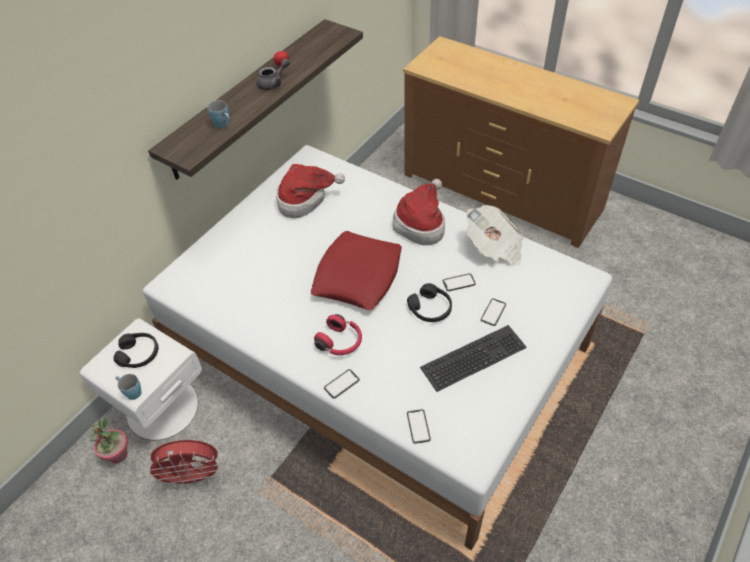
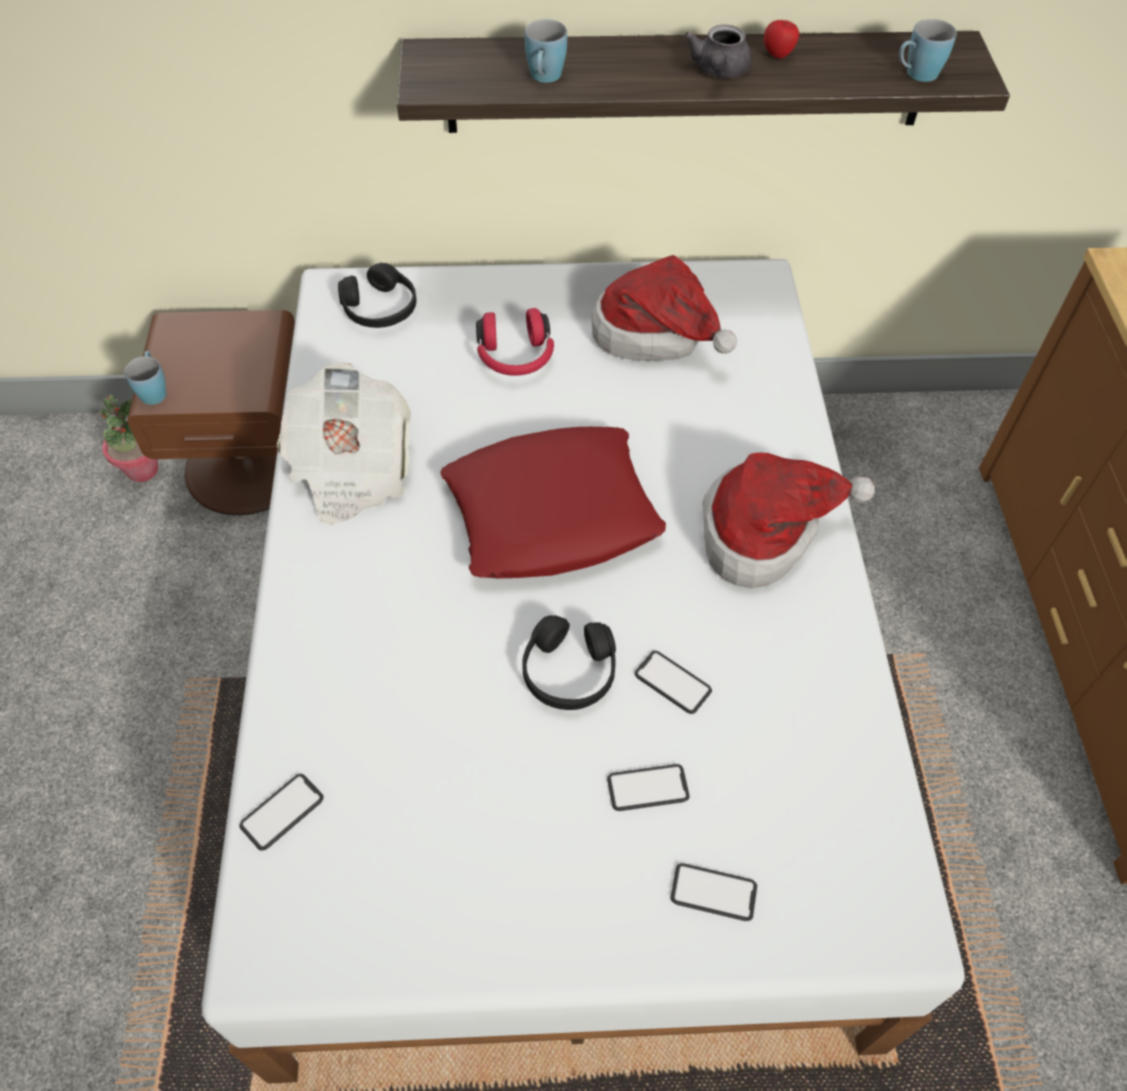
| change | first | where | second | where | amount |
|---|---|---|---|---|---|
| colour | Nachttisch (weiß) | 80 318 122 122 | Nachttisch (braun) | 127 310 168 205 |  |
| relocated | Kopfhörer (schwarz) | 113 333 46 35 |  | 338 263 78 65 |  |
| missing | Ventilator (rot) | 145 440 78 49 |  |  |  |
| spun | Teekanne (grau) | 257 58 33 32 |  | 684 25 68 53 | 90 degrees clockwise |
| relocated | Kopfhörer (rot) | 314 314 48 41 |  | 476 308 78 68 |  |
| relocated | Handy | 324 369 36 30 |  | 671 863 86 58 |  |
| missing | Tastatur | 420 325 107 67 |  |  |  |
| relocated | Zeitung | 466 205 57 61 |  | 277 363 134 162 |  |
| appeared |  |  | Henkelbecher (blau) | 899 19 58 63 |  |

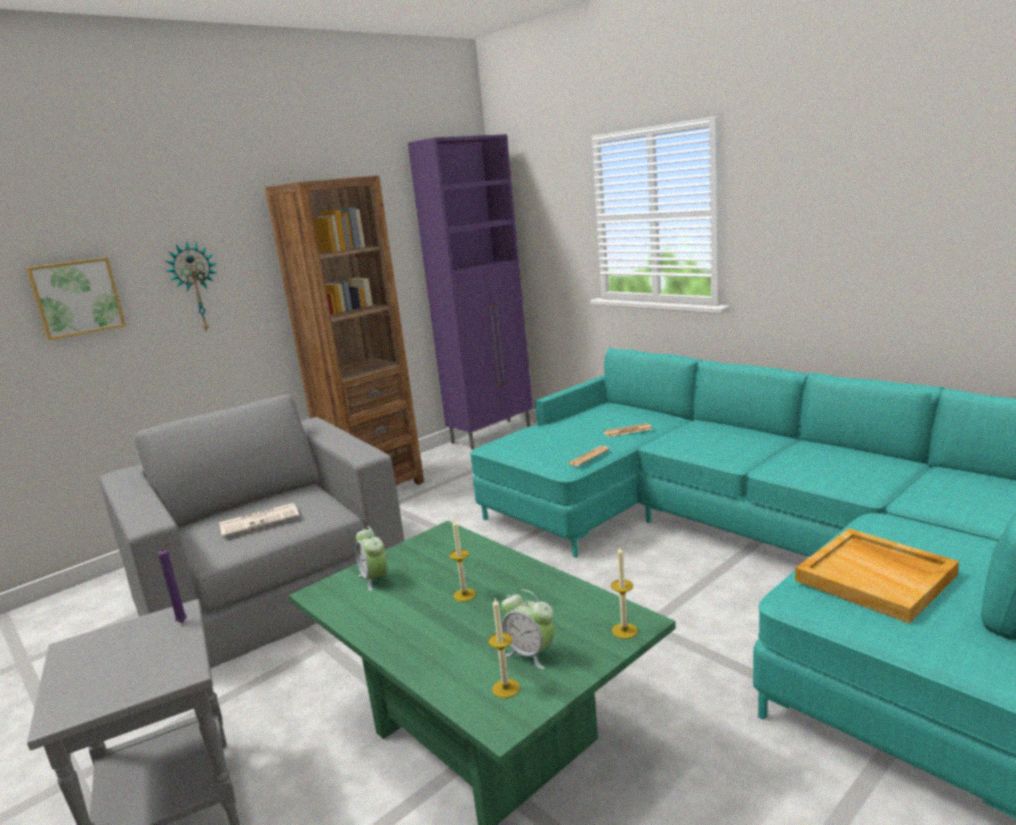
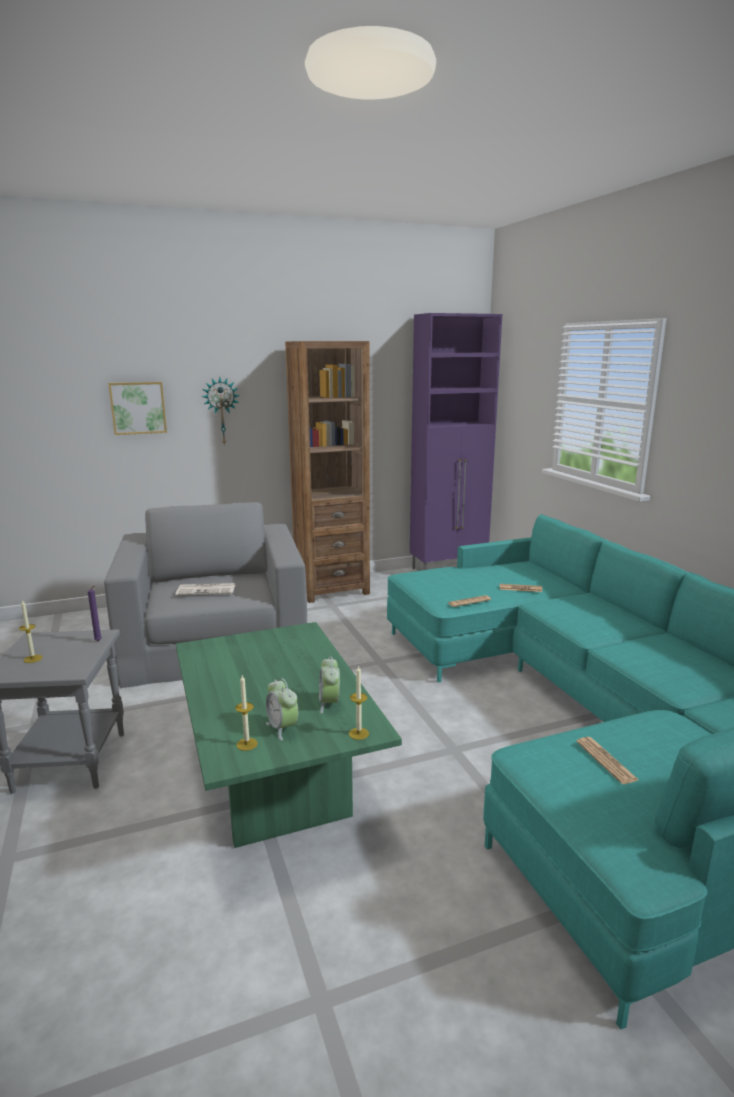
| change | first | where | second | where | amount |
|---|---|---|---|---|---|
| relocated | Wecker | 356 526 31 65 |  | 319 657 21 57 |  |
| relocated | Kerze | 449 519 27 83 |  | 19 600 23 63 |  |
| exchanged | Tablett (beige) | 795 528 164 96 | Zeitung | 576 737 63 47 |  |

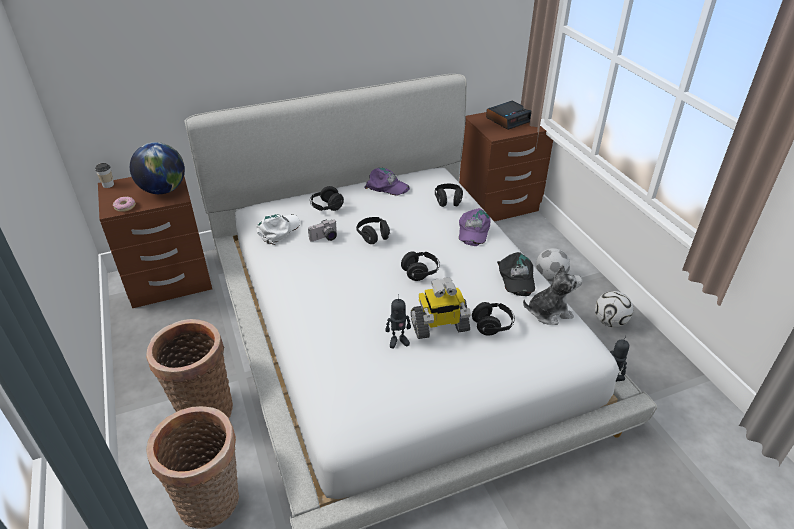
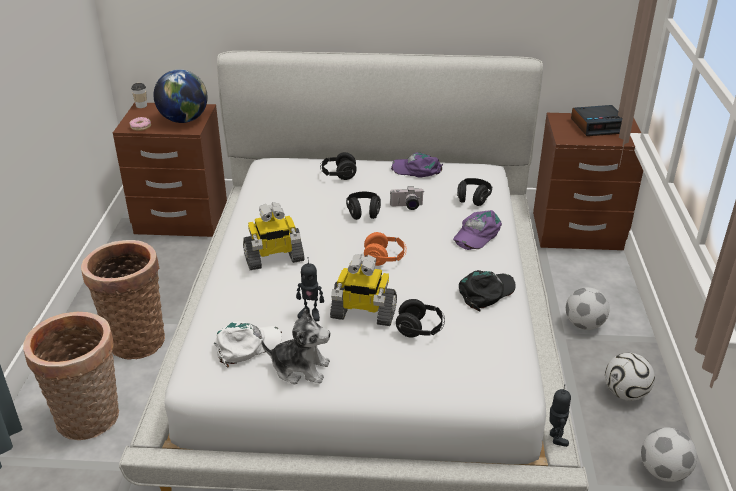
| change | first | where | second | where | amount |
|---|---|---|---|---|---|
| relocated | Kappe (weiß) | 256 214 44 31 |  | 214 321 68 47 |  |
| relocated | Kamera | 308 220 29 22 |  | 390 186 34 24 |  |
| spun | Kappe (lila) | 364 168 46 27 |  | 391 152 52 25 | 150 degrees clockwise |
| colour | Kopfhörer (schwarz) | 401 252 39 29 | Kopfhörer (orange) | 364 232 42 34 |  |
| spun | Kappe (schwarz) | 497 252 38 44 |  | 459 270 57 42 | 150 degrees counterclockwise |
| relocated | Plüschtier | 523 264 59 61 |  | 261 309 69 75 |  |
| appeared |  |  | Spielzeugroboter | 243 202 62 68 |  |
| appeared |  |  | Fußball | 641 427 56 55 |  |

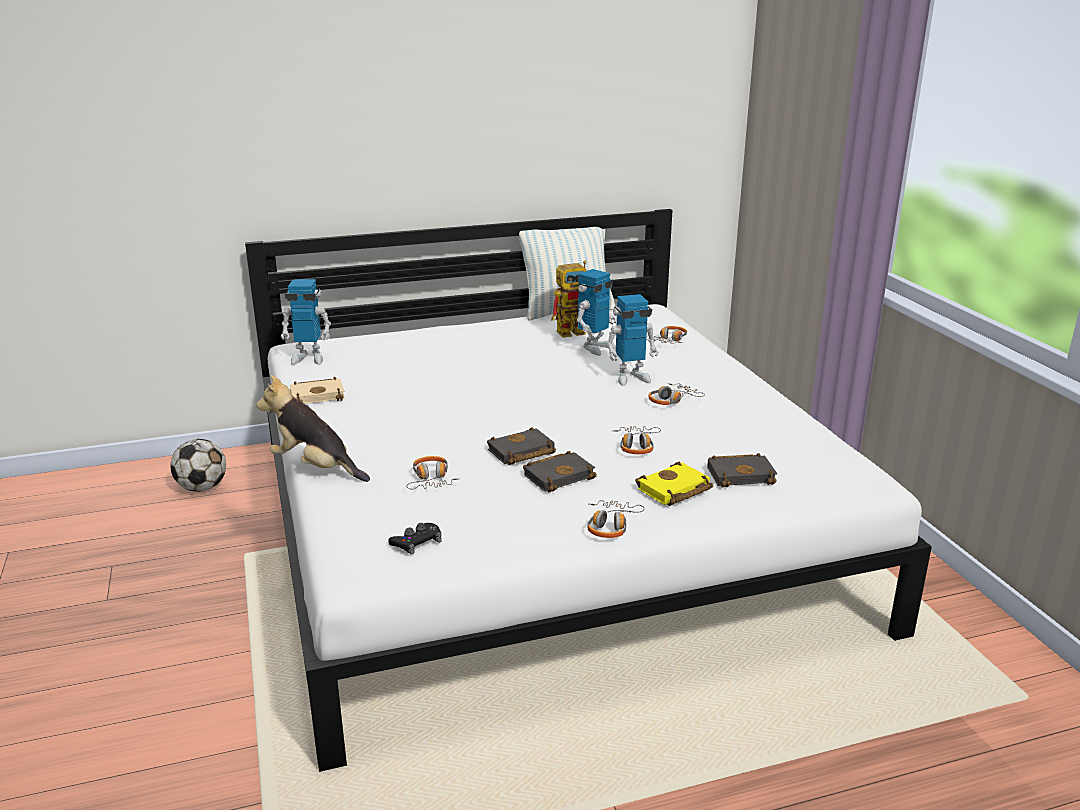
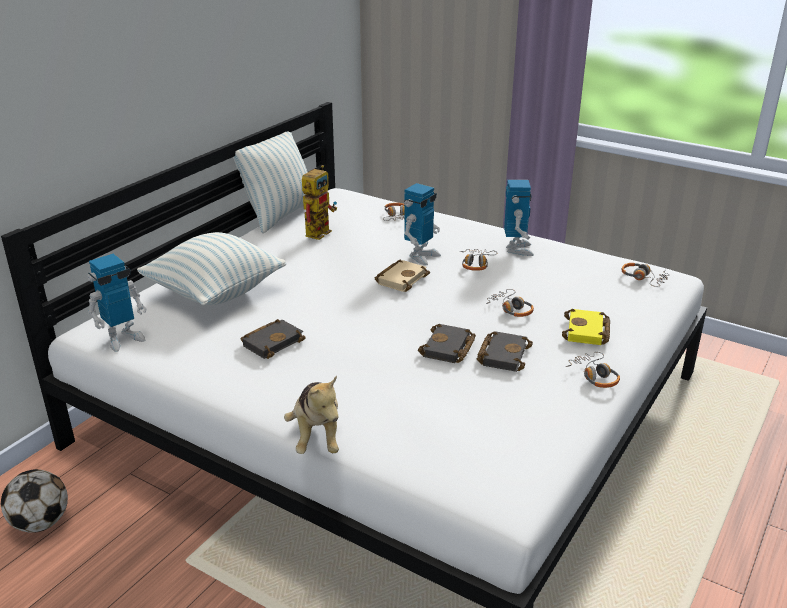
| change | first | where | second | where | amount |
|---|---|---|---|---|---|
| spun | Plüschtier | 256 375 114 107 |  | 284 375 55 79 | 90 degrees counterclockwise |
| relocated | Buch (beige) | 290 377 55 27 |  | 375 260 55 32 |  |
| missing | Gamepad (schwarz) | 388 523 54 32 |  |  |  |
| relocated | Kopfhörer | 406 456 54 34 |  | 622 263 47 24 |  |
| relocated | Spielzeugroboter | 577 269 40 87 |  | 504 180 30 76 |  |
| relocated | Buch (schwarz) | 707 453 70 35 |  | 241 319 65 40 |  |
| appeared |  |  | Kissen | 137 232 149 73 |  |

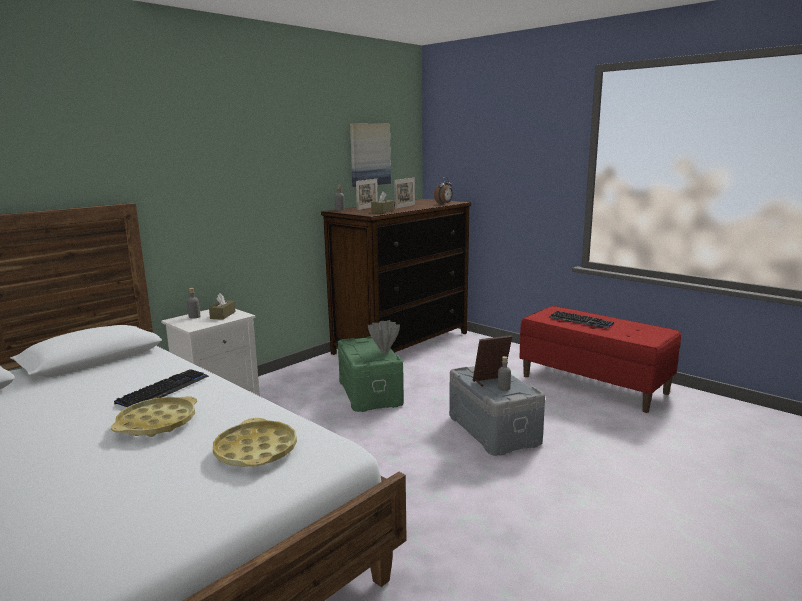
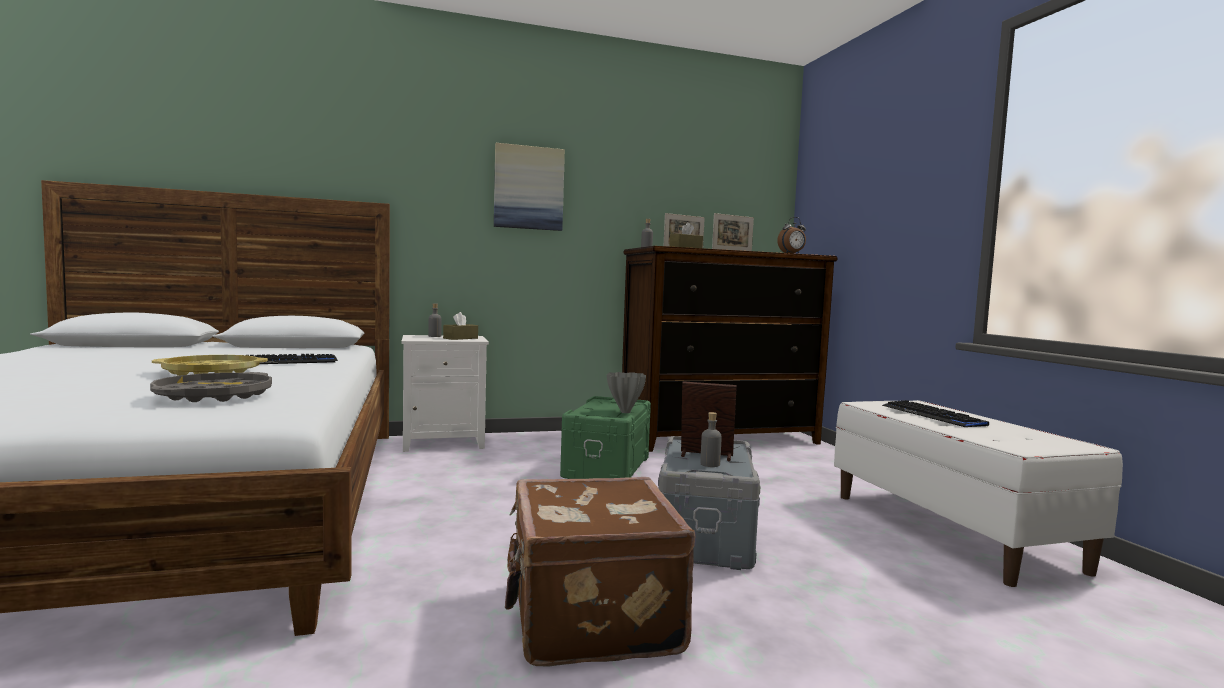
| change | first | where | second | where | amount |
|---|---|---|---|---|---|
| colour | Tablett (gelb) | 213 418 84 49 | Tablett (grau) | 150 372 122 30 |  |
| relocated | Bild | 350 123 41 64 |  | 494 143 71 88 |  |
| colour | Bank (rot) | 519 306 162 107 | Bank (weiß) | 834 400 289 187 |  |
| appeared |  |  | Koffer (braun) | 505 477 191 189 |  |

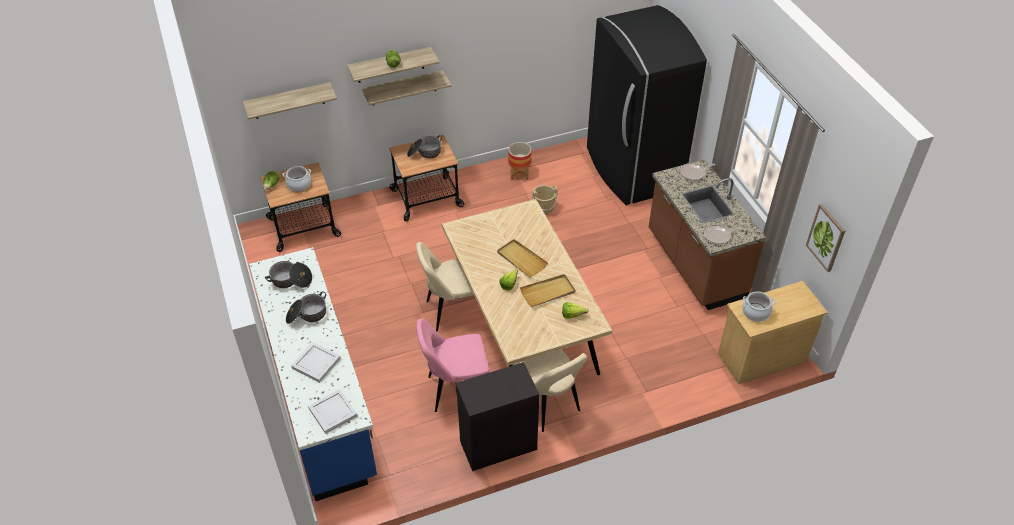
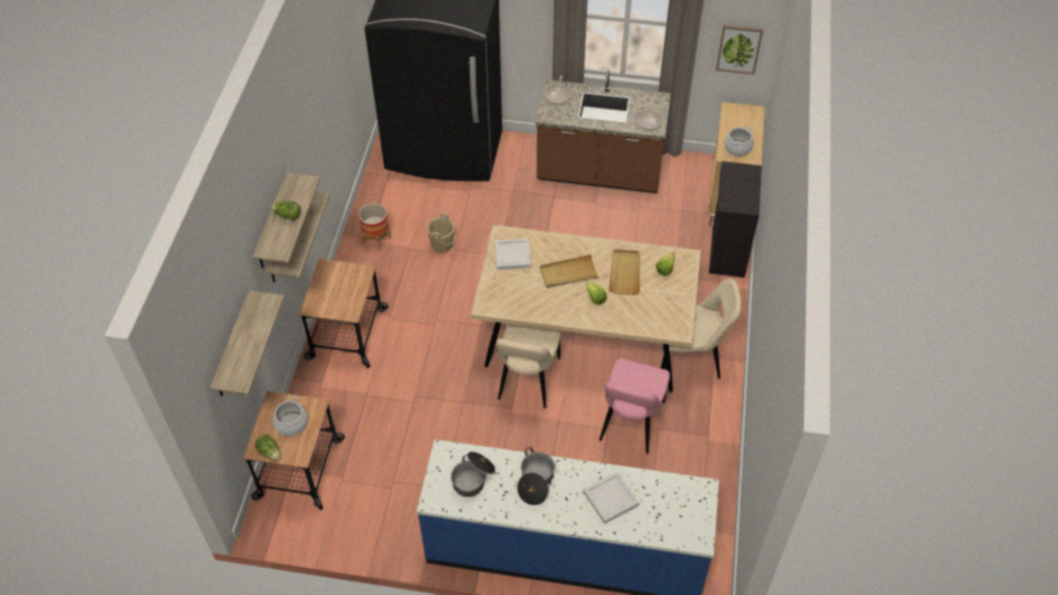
| change | first | where | second | where | amount |
|---|---|---|---|---|---|
| relocated | Tablett (weiß) | 308 389 50 45 |  | 495 238 36 32 |  |
| missing | Kochtopf | 407 135 35 23 |  |  |  |
| relocated | Schrank (schwarz) | 456 362 83 109 |  | 709 161 53 117 |  |

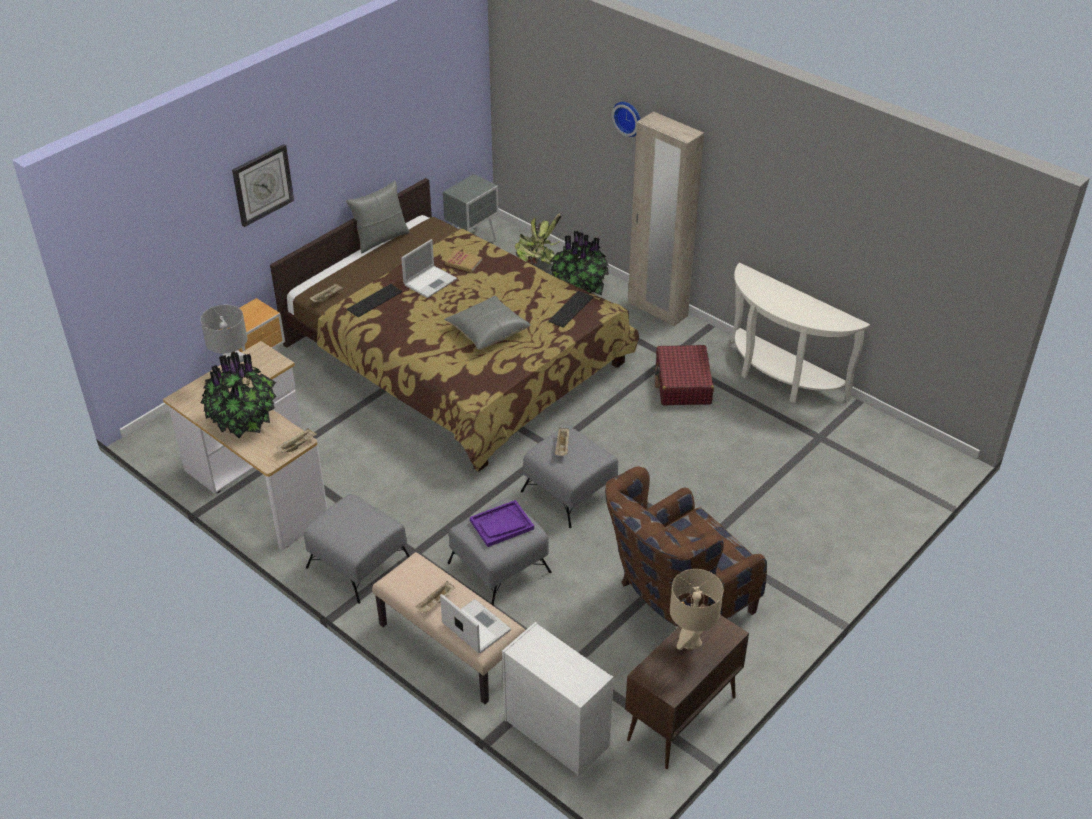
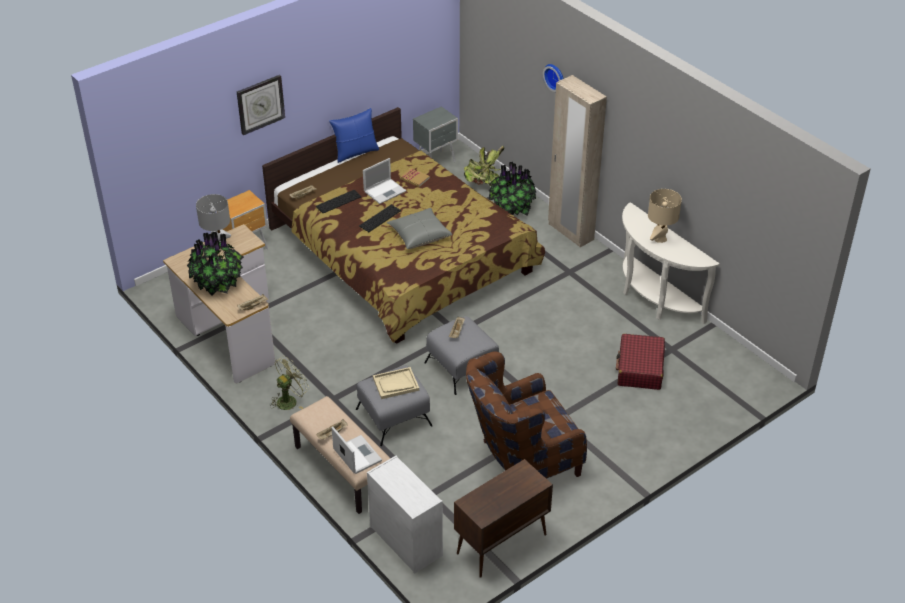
| change | first | where | second | where | amount |
|---|---|---|---|---|---|
| exchanged | Polsterhocker (grau) | 304 494 106 110 | Ventilator (grün) | 271 356 38 54 |  |
| colour | Kissen (grau) | 346 181 64 72 | Kissen (blau) | 329 108 50 55 |  |
| colour | Tablett (lila) | 470 500 64 47 | Tablett (beige) | 373 367 46 32 |  |
| relocated | Tastatur | 548 291 45 37 |  | 359 205 42 27 |  |
| relocated | Koffer (rot) | 655 345 59 60 |  | 616 334 49 56 |  |
| relocated | Tischlampe (beige) | 670 569 53 81 |  | 648 189 34 54 |  |

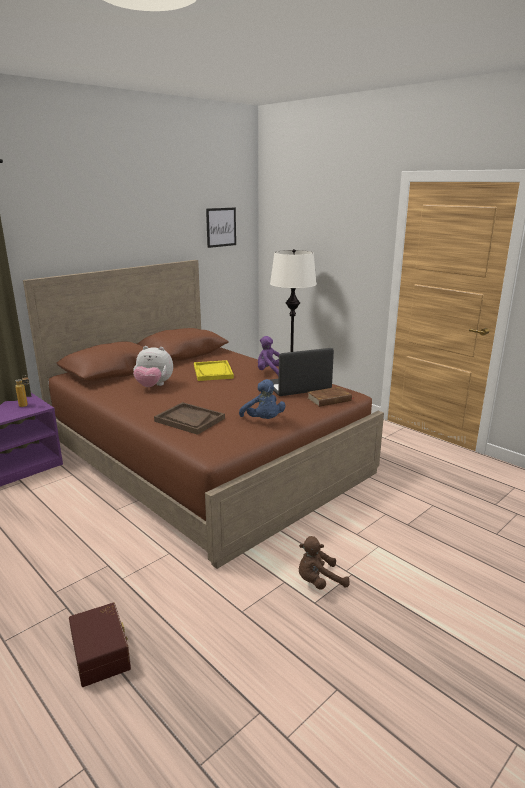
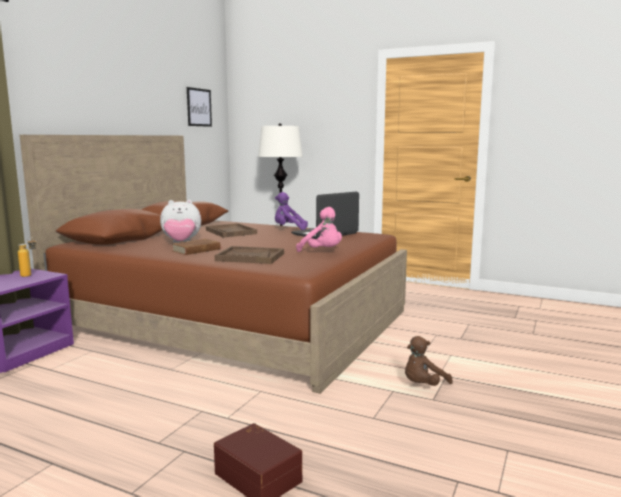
| change | first | where | second | where | amount |
|---|---|---|---|---|---|
| colour | Tablett (gelb) | 194 360 40 21 | Tablett (braun) | 206 223 51 14 |  |
| colour | Plüschtier (blau) | 239 379 47 40 | Plüschtier (rosa) | 296 207 46 45 |  |
| relocated | Buch (braun) | 307 387 45 20 |  | 173 239 49 16 |  |

